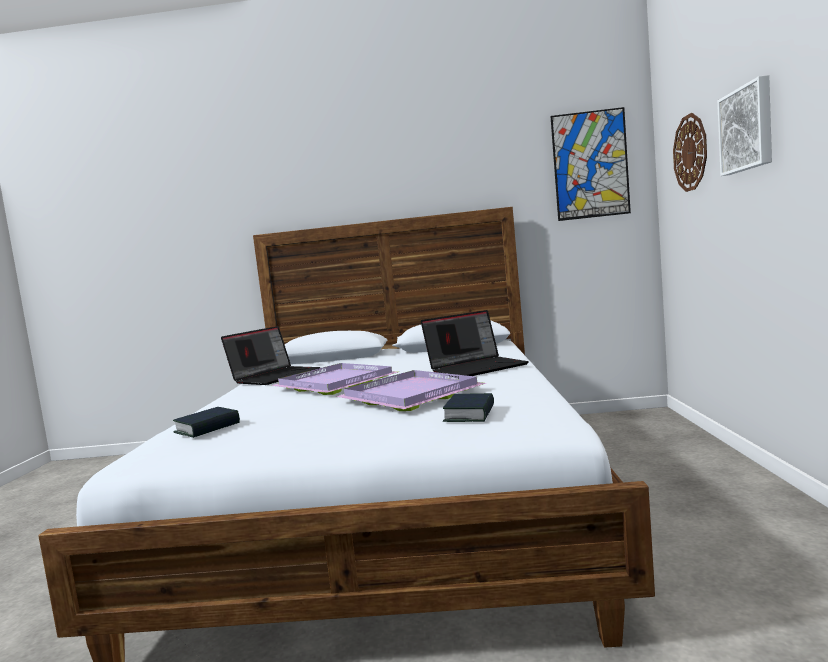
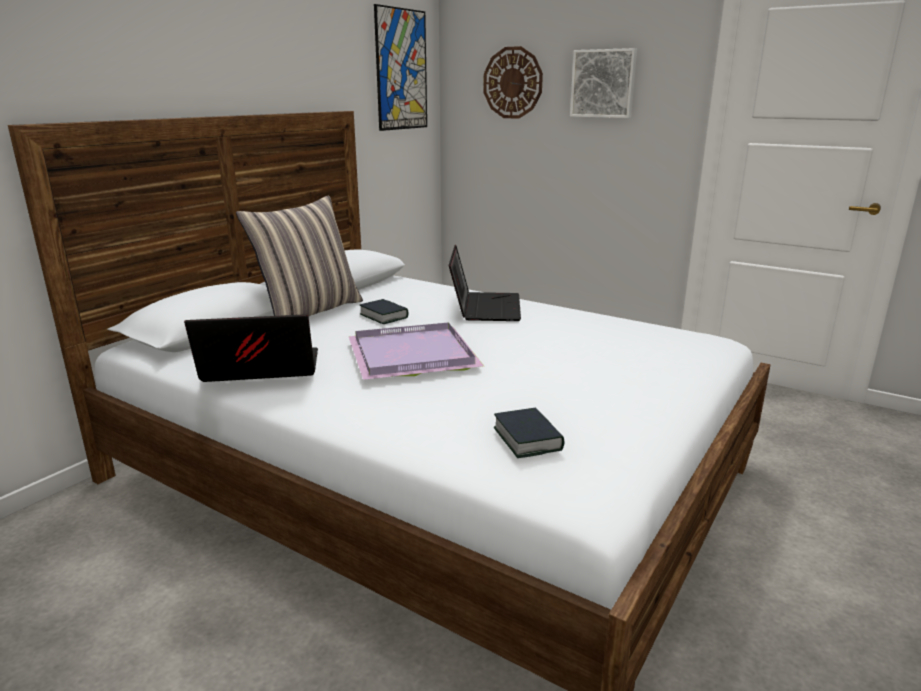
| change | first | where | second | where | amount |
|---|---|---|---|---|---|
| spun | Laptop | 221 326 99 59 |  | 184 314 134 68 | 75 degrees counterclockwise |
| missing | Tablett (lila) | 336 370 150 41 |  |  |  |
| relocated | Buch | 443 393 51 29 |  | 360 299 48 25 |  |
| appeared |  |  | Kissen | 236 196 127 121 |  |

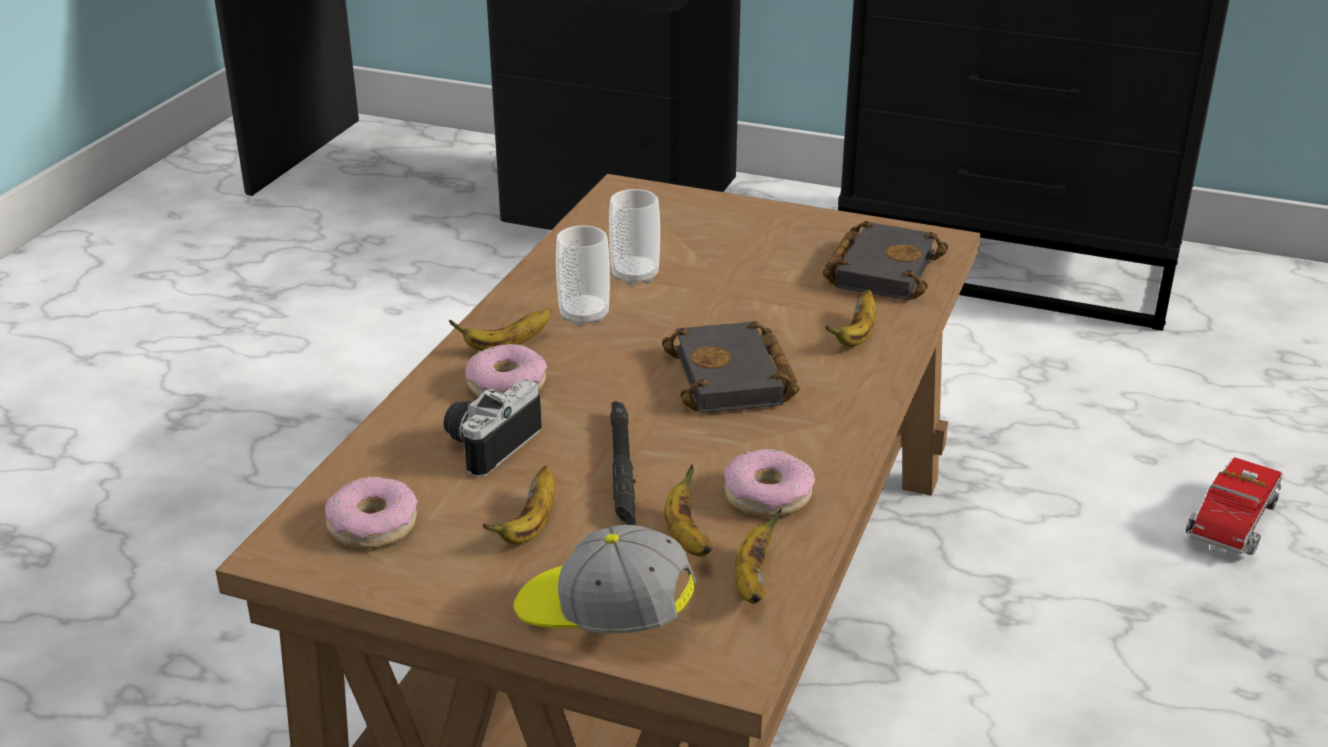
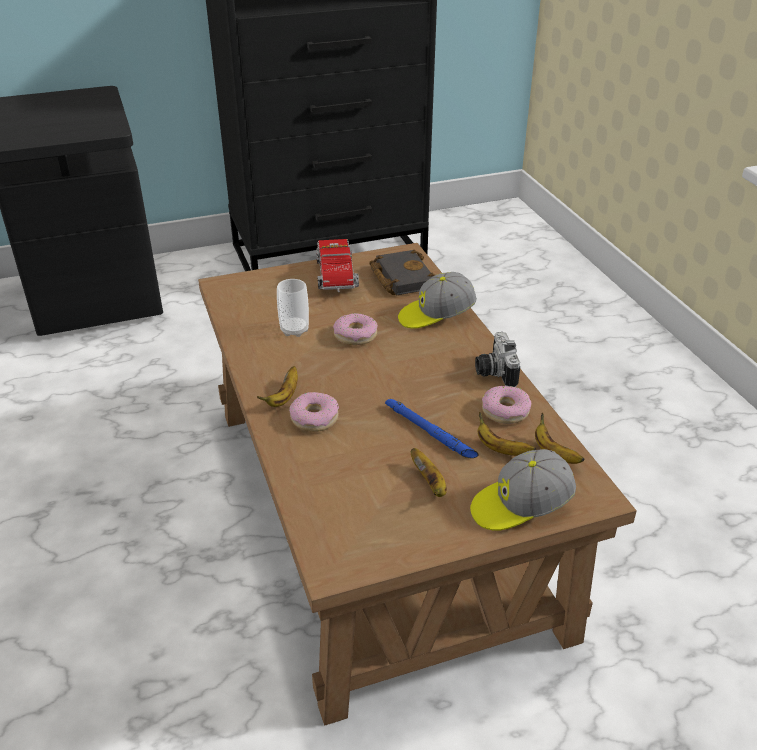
| change | first | where | second | where | amount |
|---|---|---|---|---|---|
| relocated | Donut | 325 476 93 72 |  | 333 313 45 32 |  |
| relocated | Kamera | 444 380 98 97 |  | 475 332 45 55 |  |
| missing | Tasse | 556 225 54 102 |  |  |  |
| colour | Taschenlampe (schwarz) | 610 401 26 124 | Taschenlampe (blau) | 385 399 94 59 |  |
| missing | Buch (schwarz) | 662 321 137 92 |  |  |  |
| exchanged | Banane | 825 290 51 56 | Kappe | 398 272 79 57 |  |
| relocated | Spielzeuglaster | 1186 457 97 98 |  | 316 239 43 53 |  |

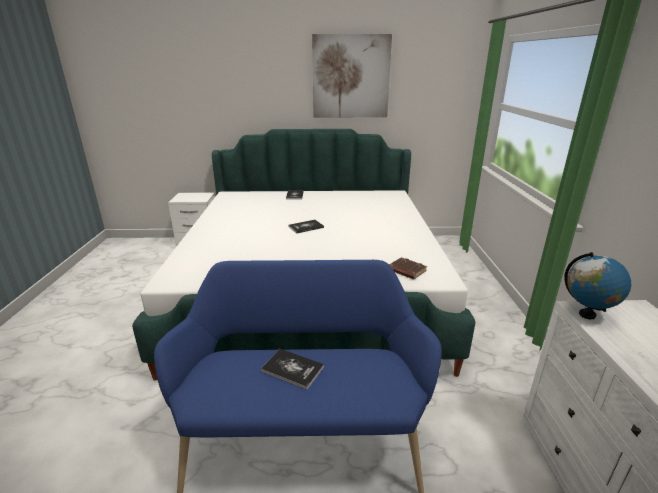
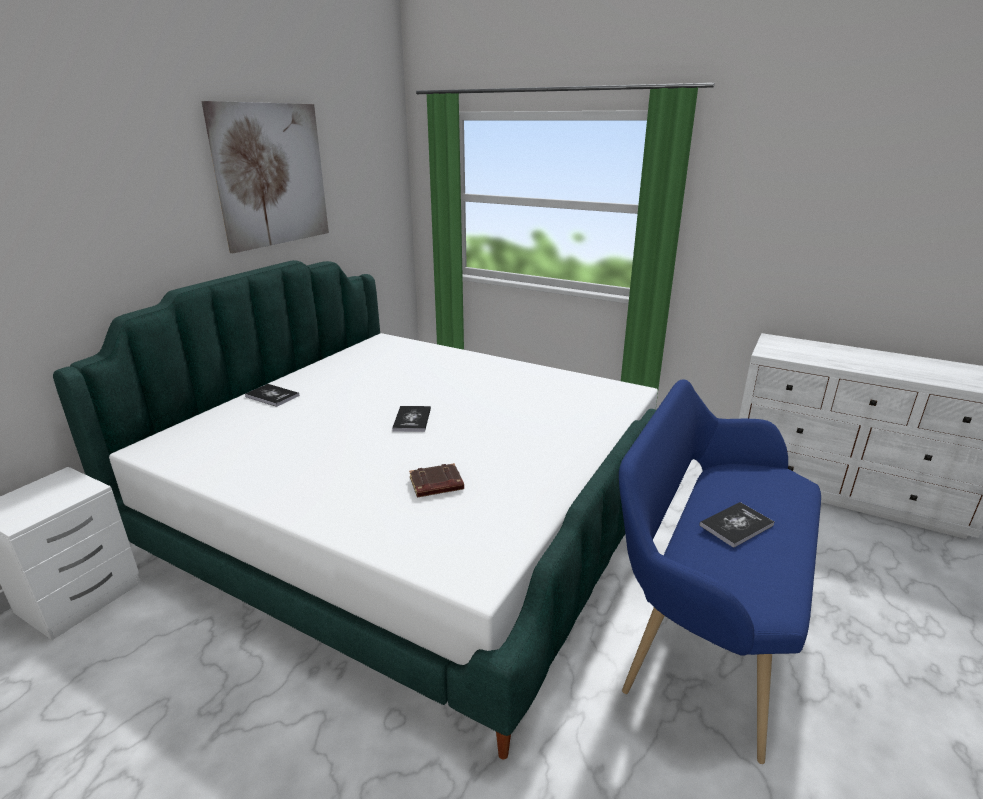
| change | first | where | second | where | amount |
|---|---|---|---|---|---|
| relocated | Buch (braun) | 389 257 38 23 |  | 409 463 55 34 |  |
| missing | Globus | 564 252 67 67 |  |  |  |

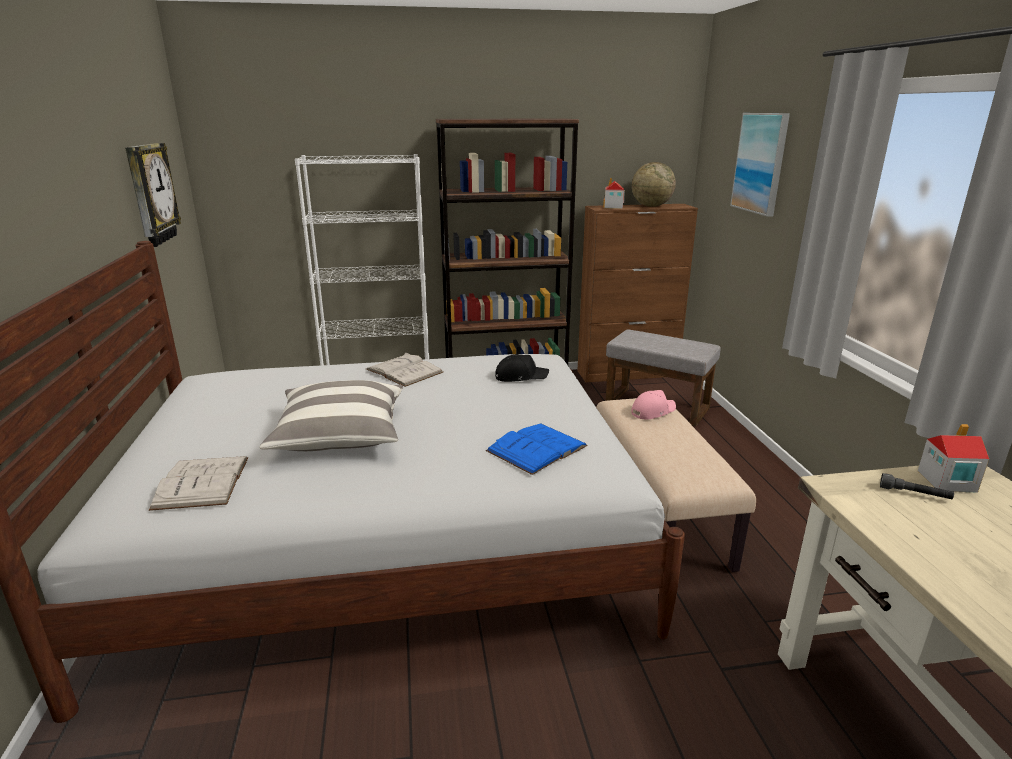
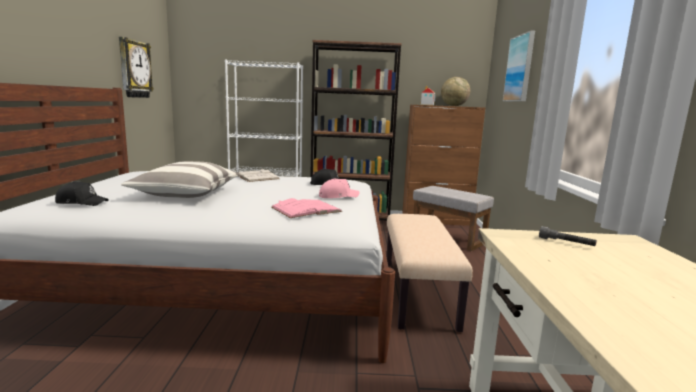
| change | first | where | second | where | amount |
|---|---|---|---|---|---|
| exchanged | Buch (weiß) | 149 456 99 55 | Kappe (schwarz) | 55 181 54 25 |  |
| colour | Buch (blau) | 486 424 102 51 | Buch (rosa) | 271 198 71 20 |  |
| relocated | Kappe (rosa) | 631 390 45 29 |  | 319 178 41 20 |  |
| missing | Spielzeughaus | 918 424 71 69 |  |  |  |

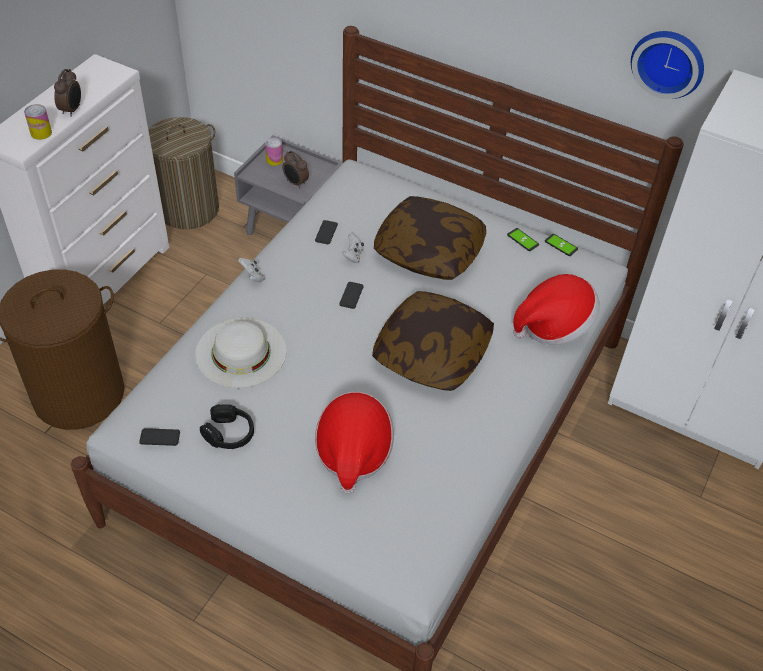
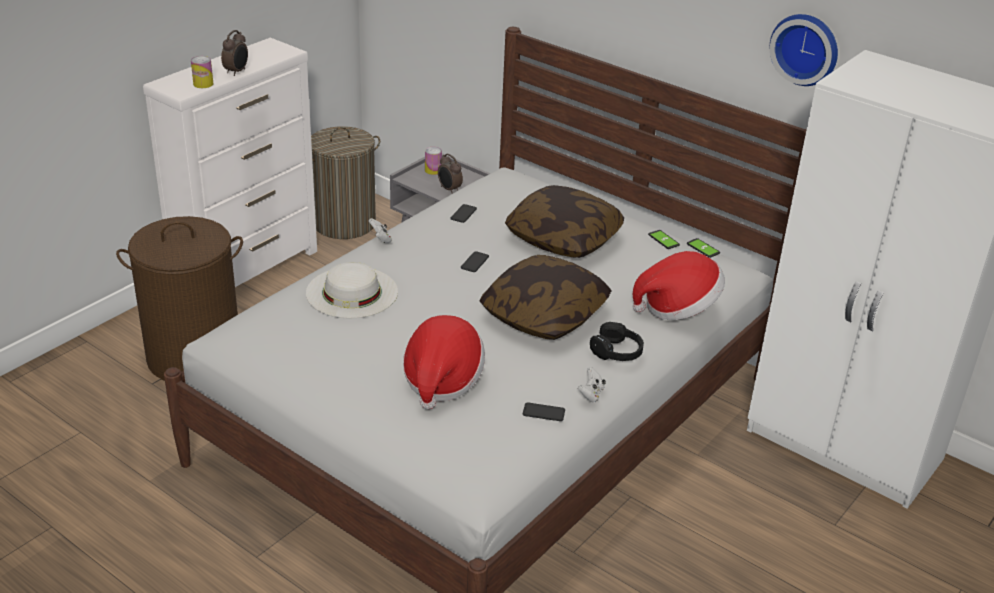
| change | first | where | second | where | amount |
|---|---|---|---|---|---|
| relocated | Handy | 139 428 41 18 |  | 523 402 42 19 |  |
| relocated | Kopfhörer (schwarz) | 200 404 54 45 |  | 590 322 54 39 |  |
| relocated | Gamepad (weiß) | 342 233 22 30 |  | 578 367 28 35 |  |

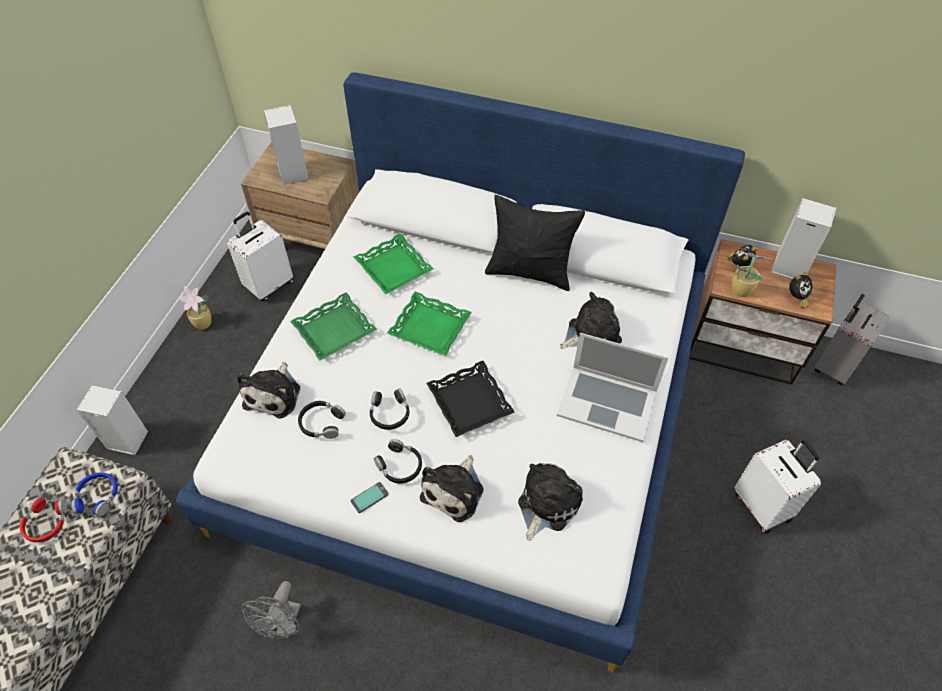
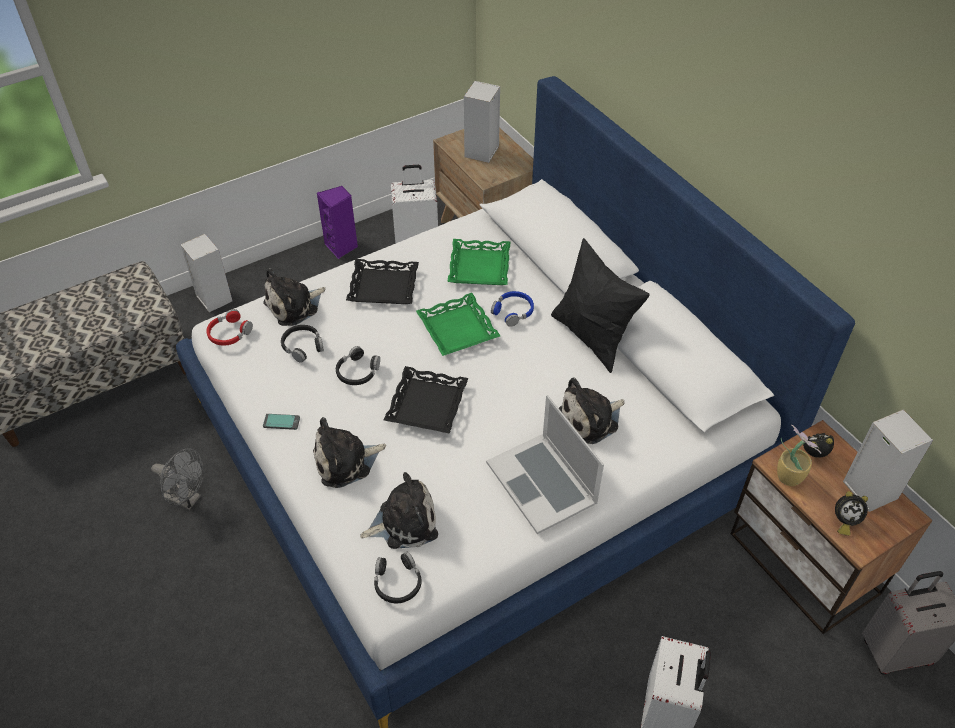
| change | first | where | second | where | amount |
|---|---|---|---|---|---|
| relocated | Kopfhörer (rot) | 20 497 48 45 |  | 206 309 47 37 |  |
| relocated | Kopfhörer (blau) | 71 472 47 45 |  | 491 291 43 36 |  |
| exchanged | Topfpflanze | 178 286 33 44 | Lautsprecher (lila) | 317 186 41 73 |  |
| spun | Ventilator (grau) | 242 581 59 58 |  | 151 448 53 62 | 120 degrees counterclockwise |
| colour | Tablett (grün) | 290 292 87 69 | Tablett (schwarz) | 346 259 73 45 |  |
| relocated | Kopfhörer (schwarz) | 374 439 48 45 |  | 374 552 48 51 |  |
| spun | Plüschtier | 560 292 62 57 |  | 559 377 66 67 | 135 degrees clockwise |

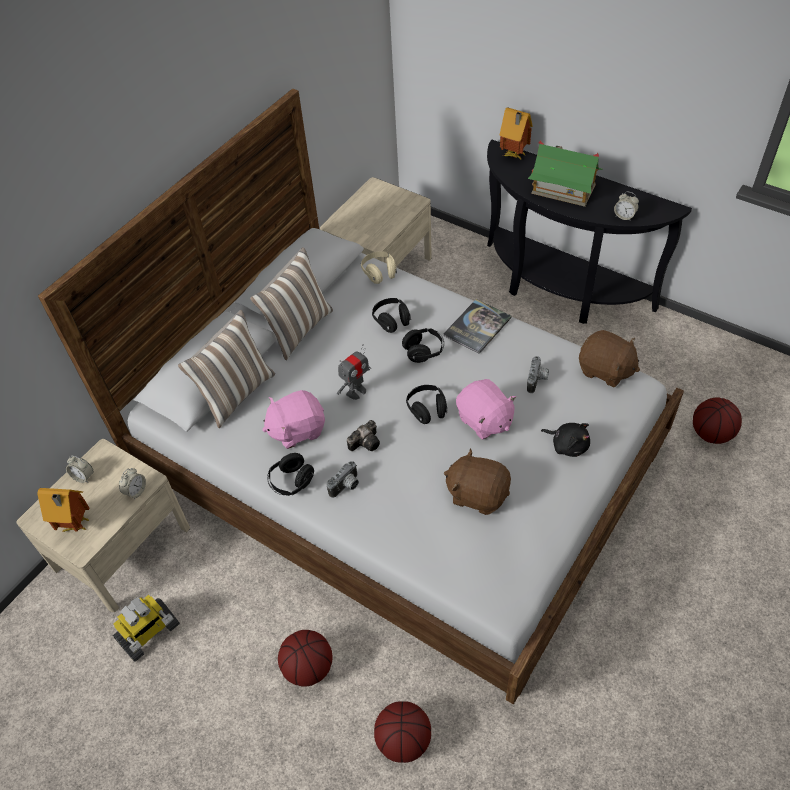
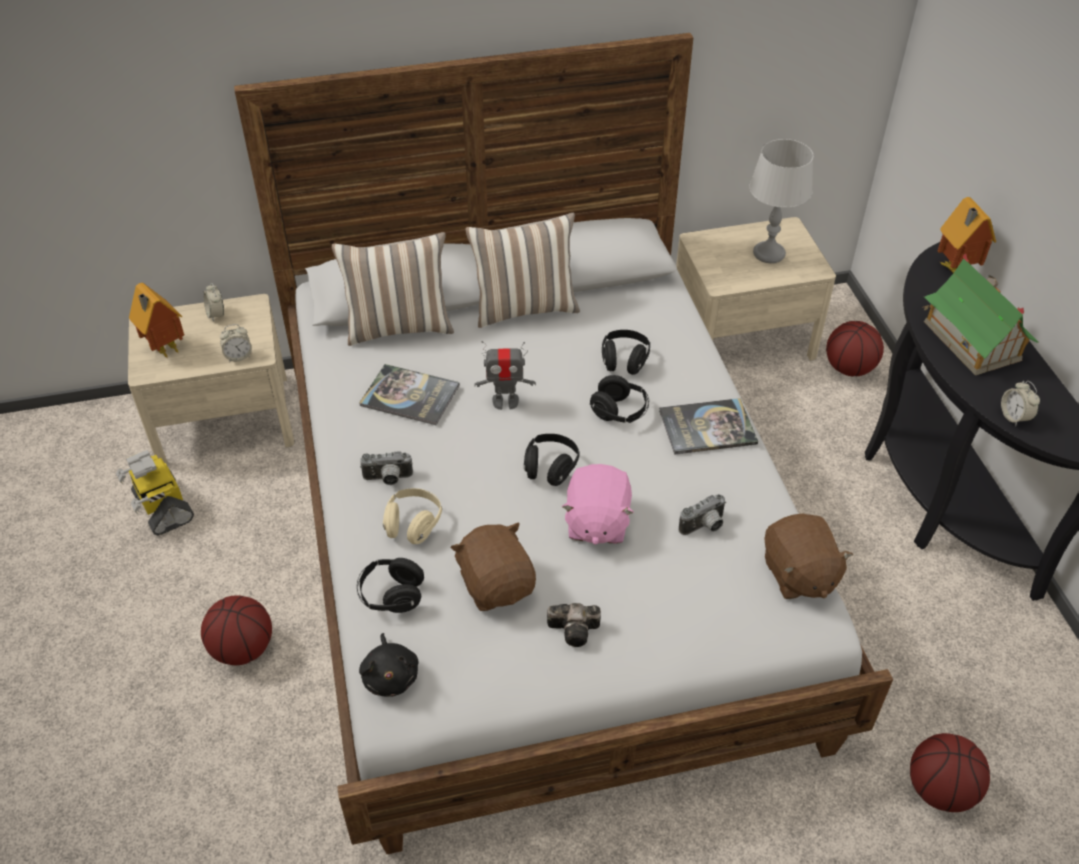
| change | first | where | second | where | amount |
|---|---|---|---|---|---|
| spun | Spielzeugroboter | 113 595 67 67 |  | 116 450 78 86 | 60 degrees clockwise |
| exchanged | Plüschtier (rosa) | 262 390 63 59 | Buch | 359 364 101 61 |  |
| relocated | Kopfhörer (schwarz) | 267 453 47 43 |  | 357 558 67 55 |  |
| relocated | Kamera | 347 420 33 31 |  | 547 603 54 44 |  |
| relocated | Kopfhörer (beige) | 361 251 36 33 |  | 383 488 59 56 |  |
| relocated | Basketball | 374 701 57 62 |  | 826 321 58 55 |  |
| relocated | Plüschtier (schwarz) | 541 423 49 34 |  | 359 633 60 64 |  |
| appeared |  |  | Tischlampe (grau) | 749 139 64 124 |  |

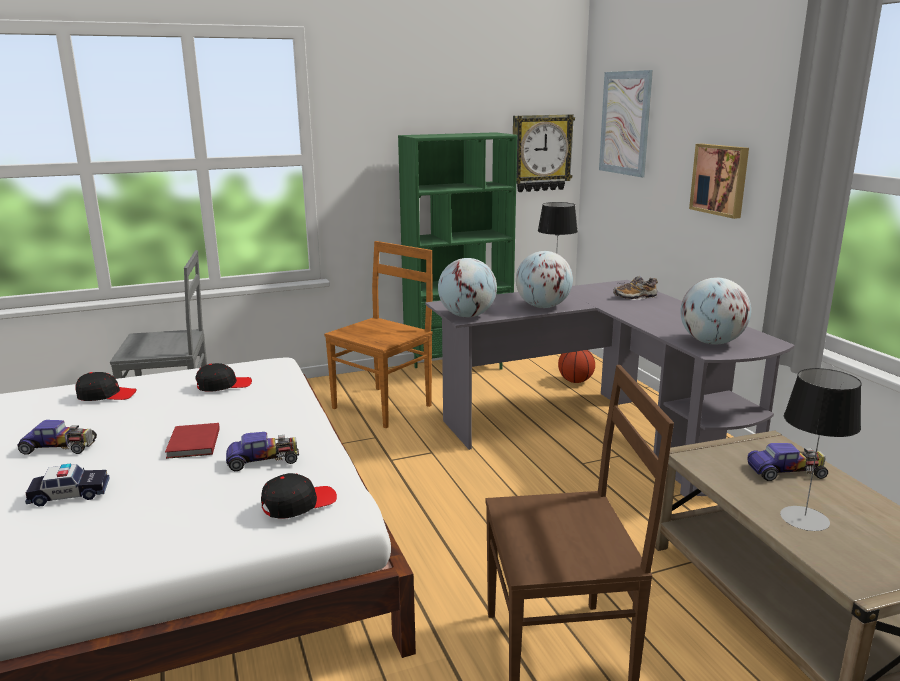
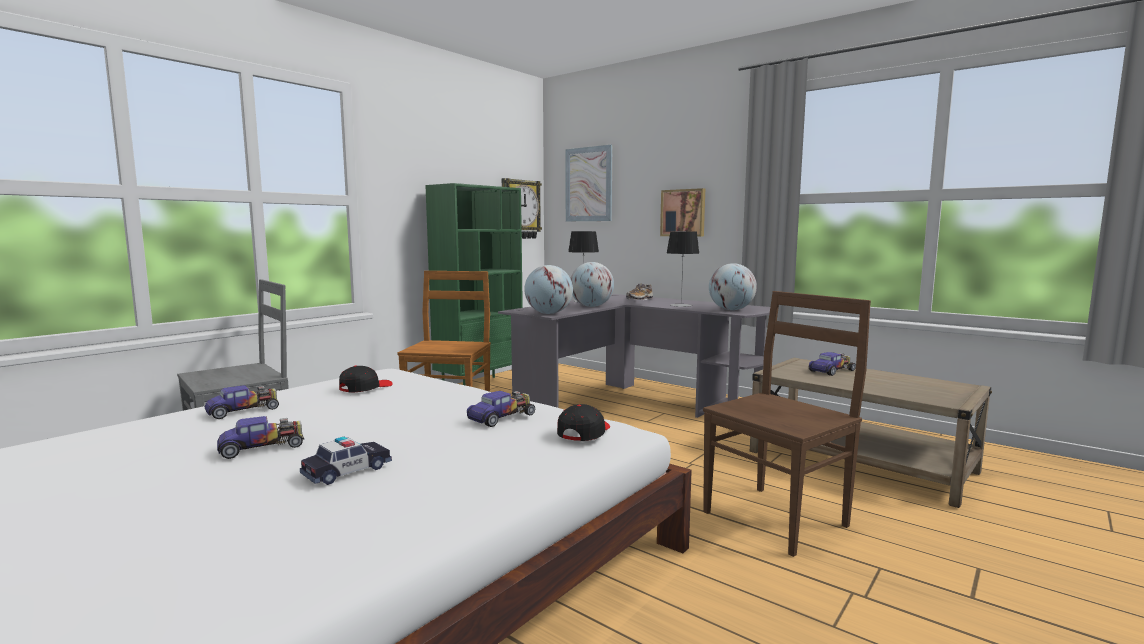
| change | first | where | second | where | amount |
|---|---|---|---|---|---|
| exchanged | Kappe (schwarz) | 75 372 62 29 | Spielzeugauto | 205 385 74 34 |  |
| missing | Buch (rot) | 165 423 55 36 |  |  |  |
| missing | Basketball | 558 350 37 33 |  |  |  |
| relocated | Tischlampe | 780 368 81 163 |  | 667 231 32 76 |  |

